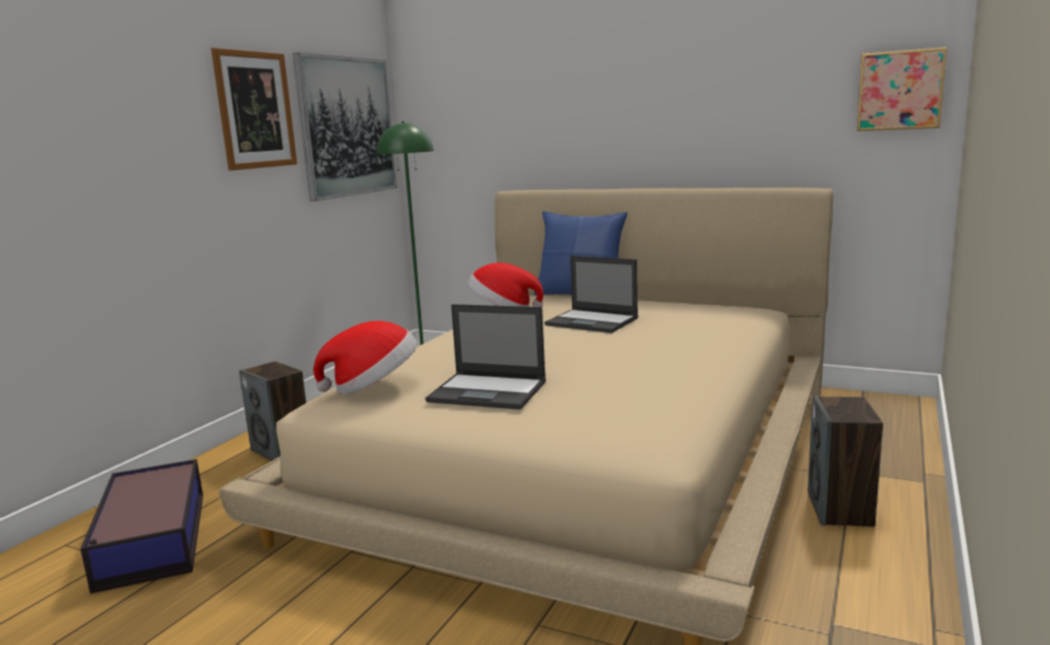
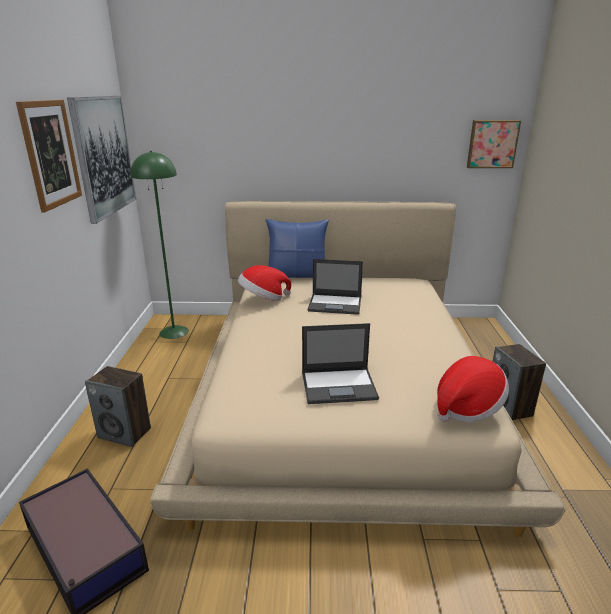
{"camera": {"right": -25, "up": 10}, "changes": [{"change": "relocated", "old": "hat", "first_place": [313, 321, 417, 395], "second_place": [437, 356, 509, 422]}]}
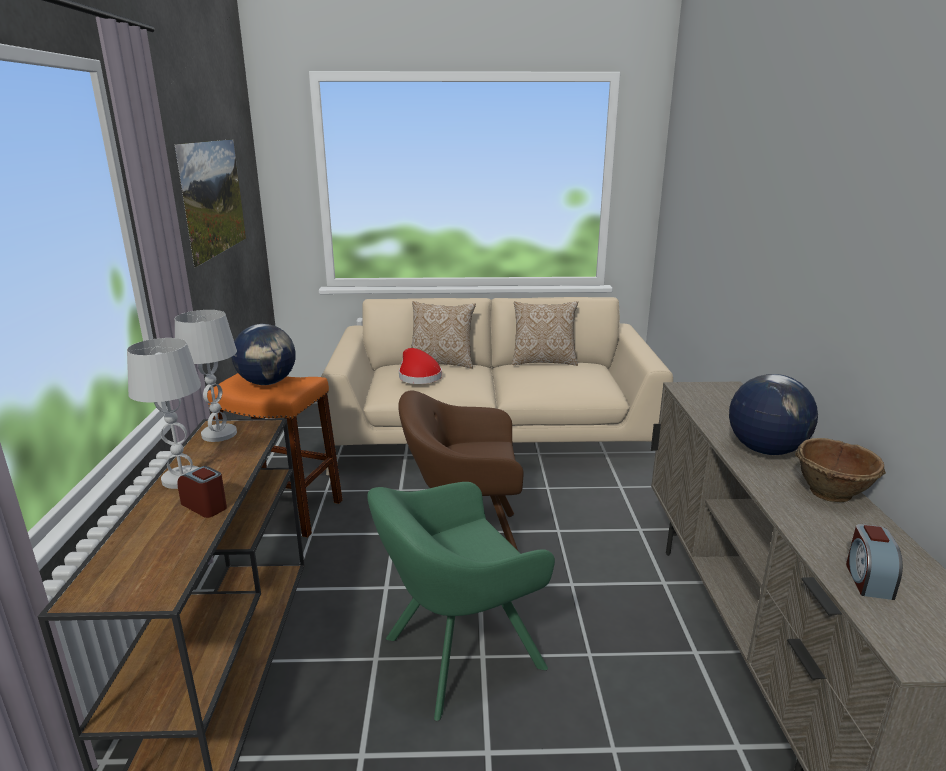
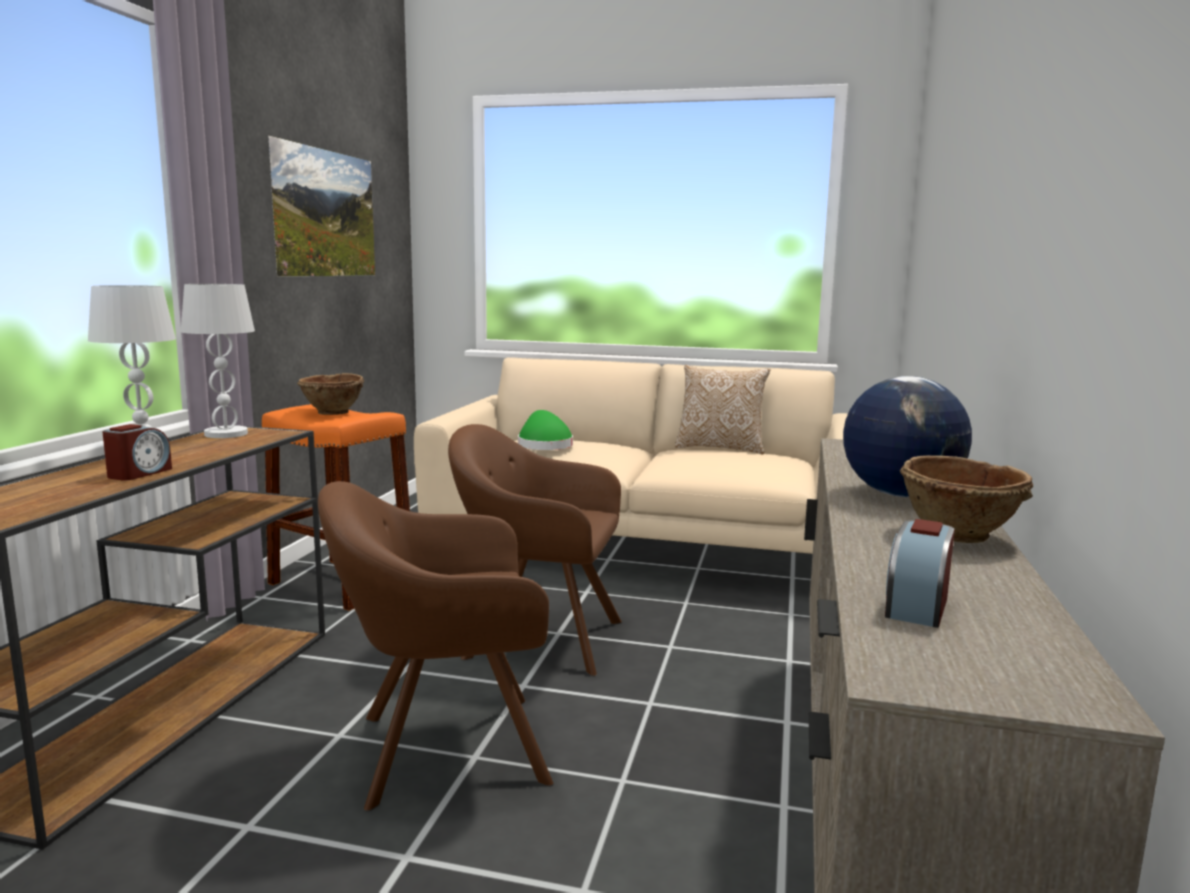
{"camera": {"right": 15, "up": -10}, "changes": [{"change": "missing", "old": "cushion", "first_place": [411, 301, 476, 369]}, {"change": "exchanged", "old": "desk globe", "new": "brown deep dish", "first_place": [232, 324, 296, 385], "second_place": [297, 373, 364, 415]}, {"change": "colour", "old": "green-coloured lounge chair", "new": "brown lounge chair", "first_place": [367, 482, 555, 721], "second_place": [318, 481, 554, 812]}, {"change": "colour", "old": "red hat", "new": "green-coloured hat", "first_place": [399, 348, 442, 384], "second_place": [518, 410, 573, 450]}, {"change": "spun", "old": "bedside clock", "first_place": [177, 466, 227, 518], "second_place": [103, 424, 172, 481], "degrees": 60}]}
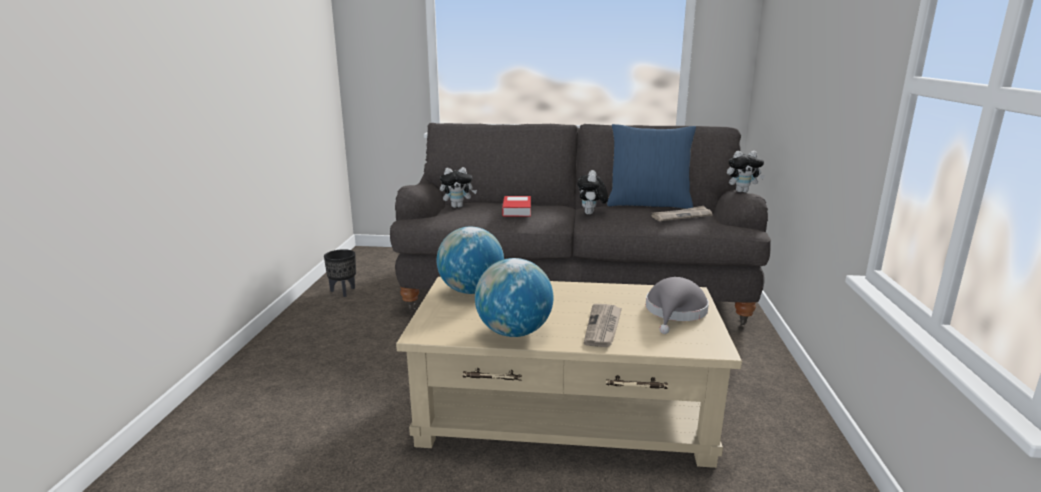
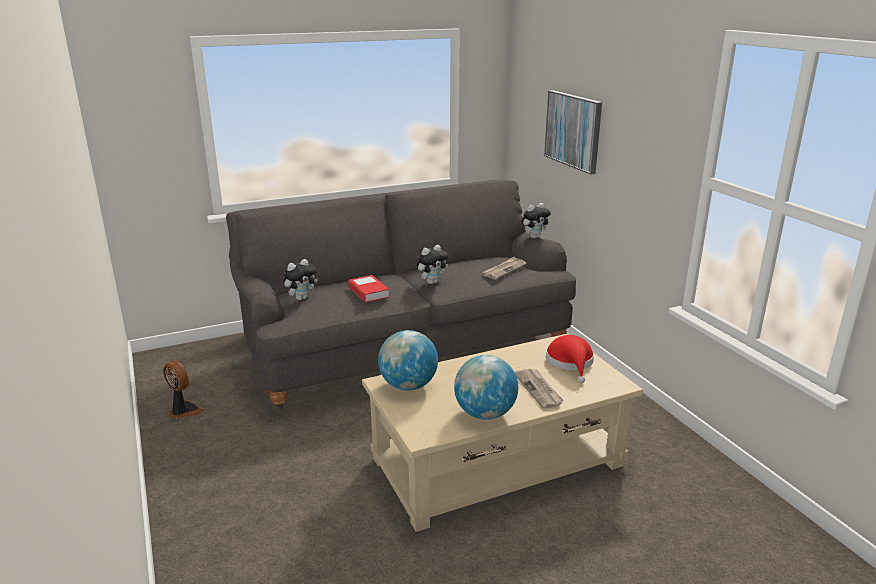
{"camera": {"right": -30, "up": 5}, "changes": [{"change": "missing", "old": "bluish cushion", "first_place": [607, 124, 696, 209]}, {"change": "appeared", "new": "wall picture", "second_place": [544, 90, 602, 175]}, {"change": "exchanged", "old": "black plant pot", "new": "electric fan", "first_place": [324, 249, 356, 297], "second_place": [163, 360, 204, 419]}, {"change": "colour", "old": "greyish hat", "new": "red hat", "first_place": [646, 277, 709, 334], "second_place": [546, 335, 594, 383]}, {"change": "spun", "old": "soft toy", "first_place": [577, 170, 608, 215], "second_place": [417, 245, 448, 284], "degrees": -105}]}
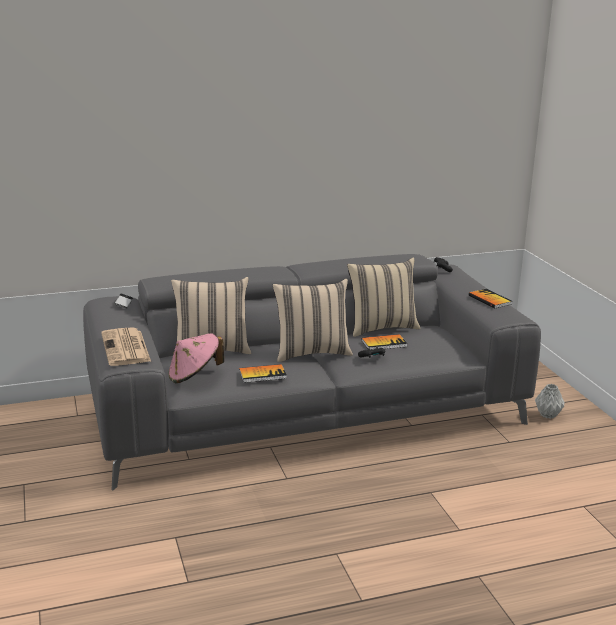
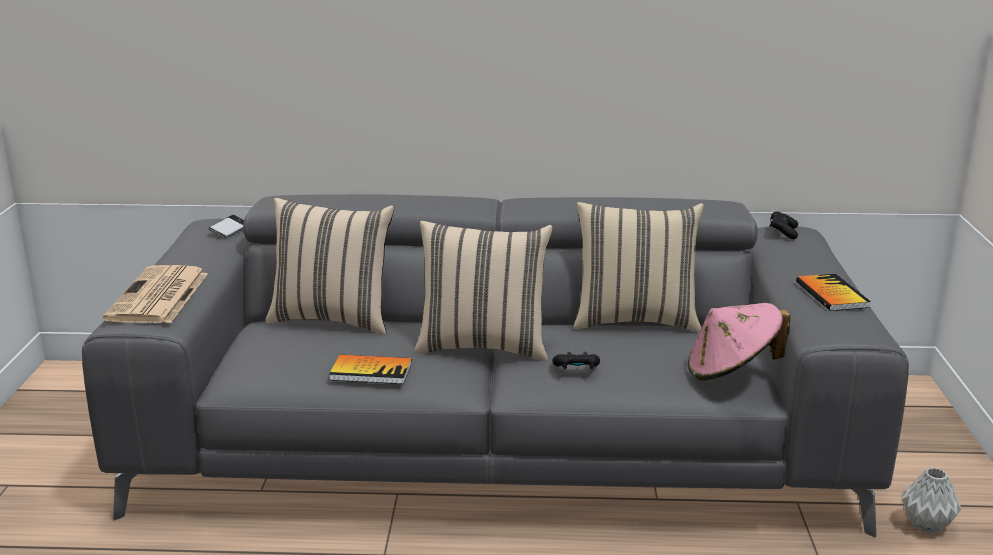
{"camera": {"right": 20, "up": 0}, "changes": [{"change": "missing", "old": "bound book", "first_place": [362, 334, 408, 350]}, {"change": "relocated", "old": "pink-coloured hat", "first_place": [169, 333, 224, 383], "second_place": [688, 303, 790, 380]}]}
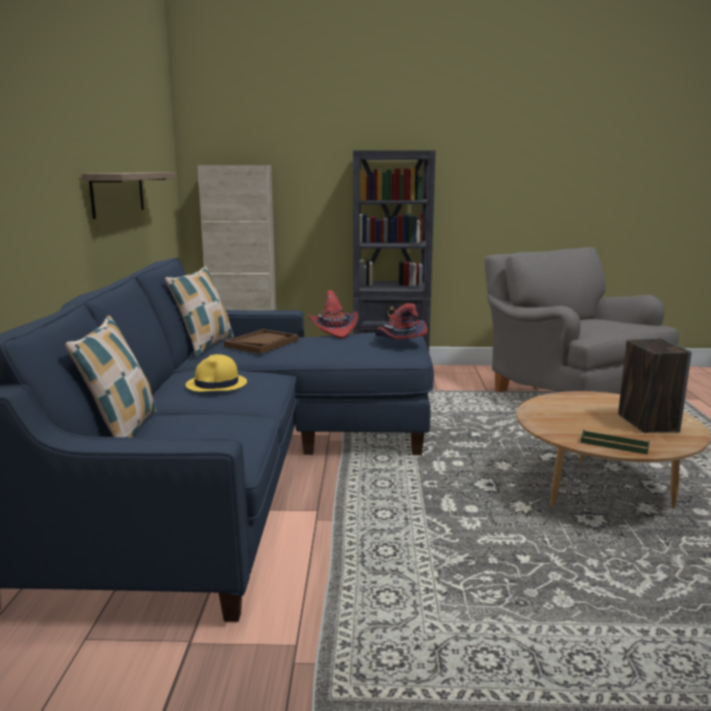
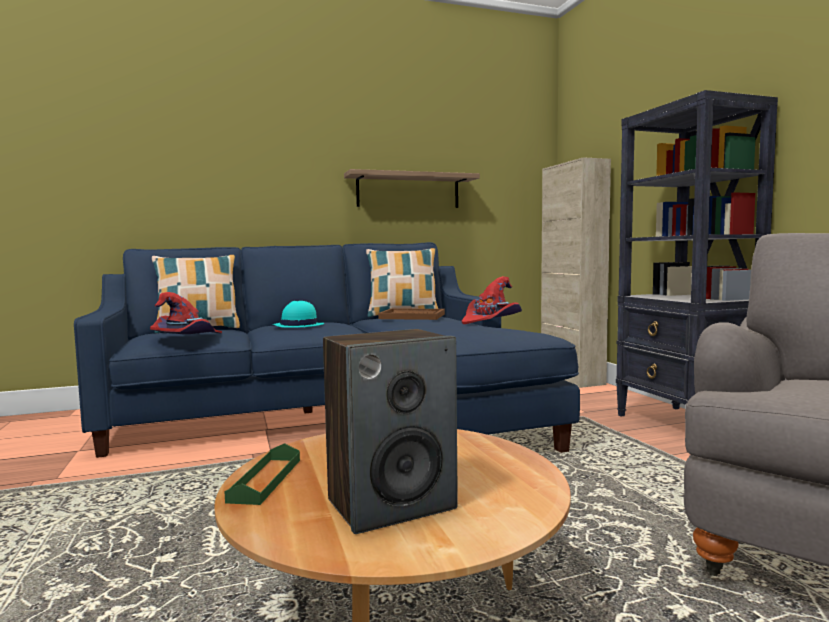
{"camera": {"right": 70, "up": -10}, "changes": [{"change": "relocated", "old": "red hat", "first_place": [375, 303, 428, 340], "second_place": [150, 292, 222, 334]}, {"change": "colour", "old": "yellowish hat", "new": "turquoise-coloured hat", "first_place": [186, 354, 247, 392], "second_place": [273, 301, 324, 328]}]}
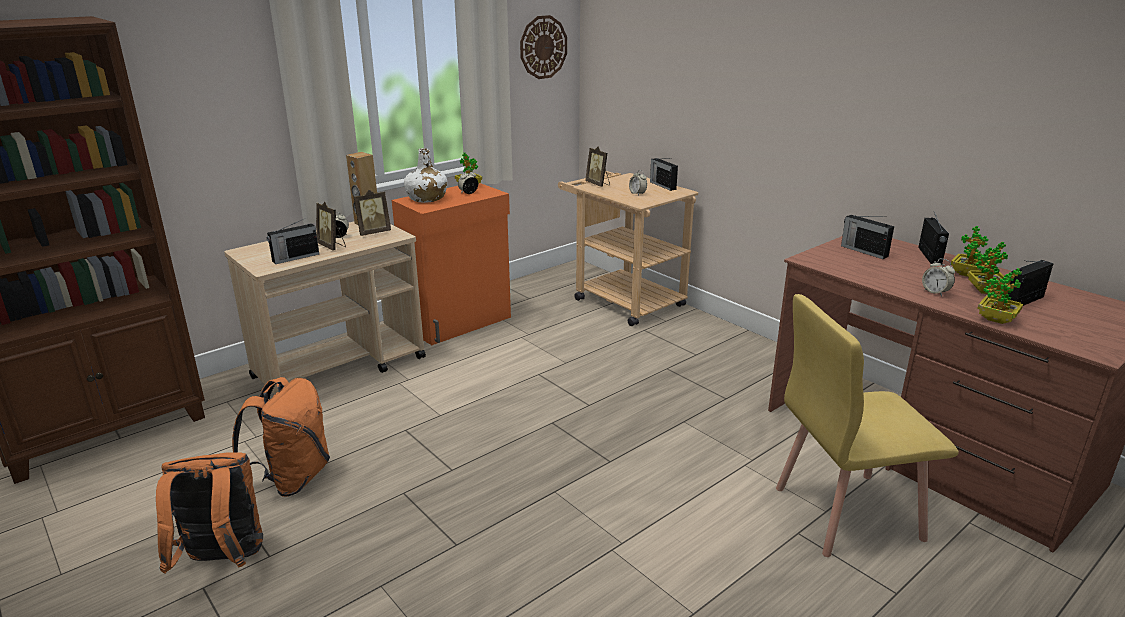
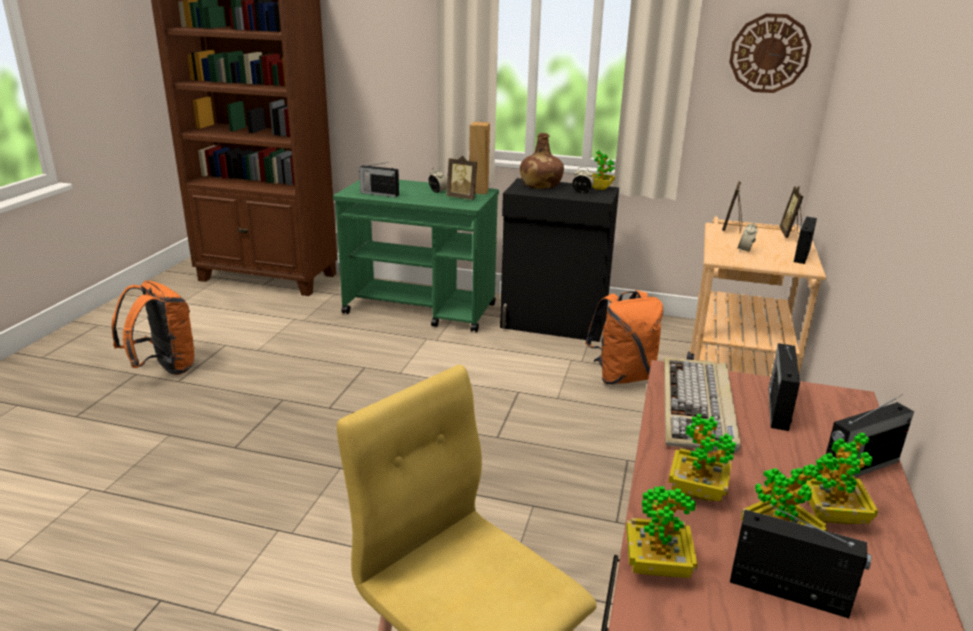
{"camera": {"right": 55, "up": 0}, "changes": [{"change": "appeared", "new": "keyboard", "second_place": [664, 358, 740, 453]}, {"change": "relocated", "old": "orange backpack", "first_place": [232, 377, 330, 497], "second_place": [585, 290, 663, 385]}, {"change": "relocated", "old": "picture frame", "first_place": [316, 202, 346, 251], "second_place": [779, 186, 804, 238]}, {"change": "exchanged", "old": "bedside clock", "new": "plant in a pot", "first_place": [922, 259, 955, 296], "second_place": [668, 414, 736, 501]}, {"change": "colour", "old": "beige-coloured cart", "new": "green-coloured cart", "first_place": [224, 222, 426, 395], "second_place": [333, 180, 499, 333]}, {"change": "colour", "old": "orange storage cabinet", "new": "black storage cabinet", "first_place": [392, 183, 511, 345], "second_place": [500, 178, 619, 342]}, {"change": "colour", "old": "whitish bottle", "new": "brown bottle", "first_place": [404, 148, 447, 203], "second_place": [520, 133, 564, 189]}]}
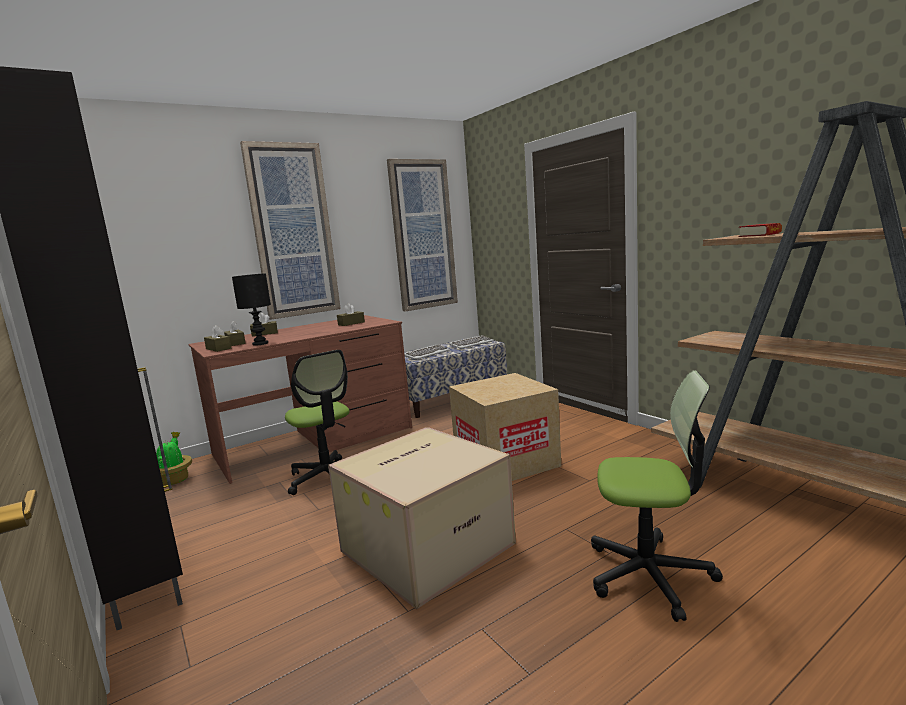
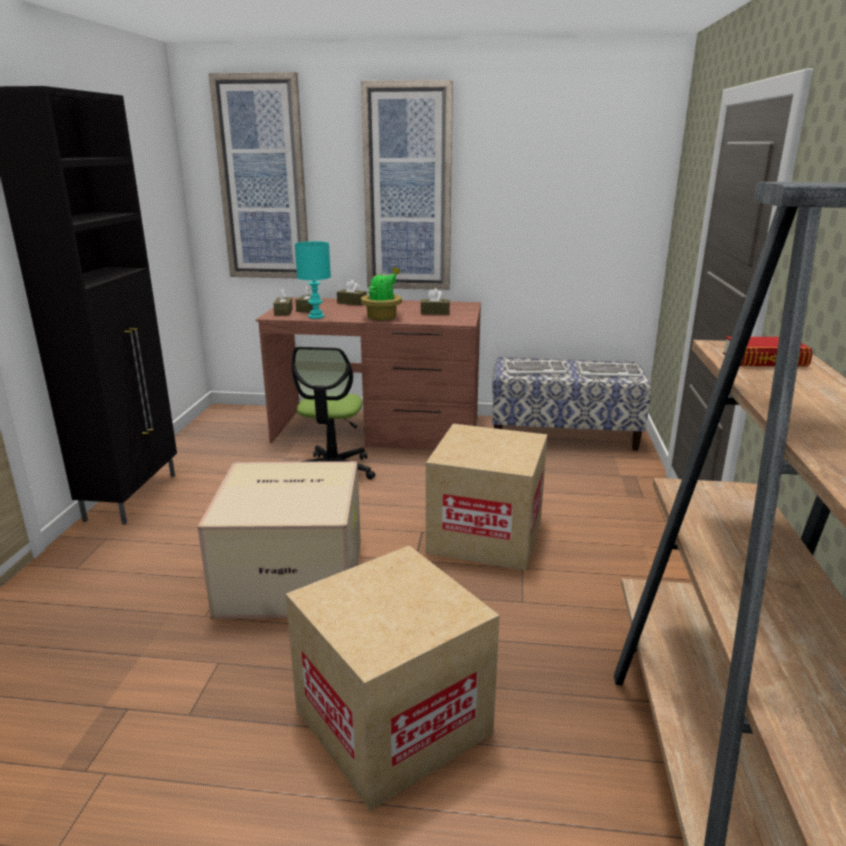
{"camera": {"right": 40, "up": 10}, "changes": [{"change": "relocated", "old": "plant in a pot", "first_place": [156, 432, 192, 486], "second_place": [361, 267, 402, 320]}, {"change": "relocated", "old": "wall picture", "first_place": [387, 159, 458, 311], "second_place": [208, 72, 308, 278]}, {"change": "exchanged", "old": "desk chair", "new": "carton", "first_place": [591, 370, 723, 622], "second_place": [286, 546, 500, 811]}, {"change": "colour", "old": "black tabletop lamp", "new": "turquoise-coloured tabletop lamp", "first_place": [232, 274, 271, 346], "second_place": [295, 241, 331, 319]}]}
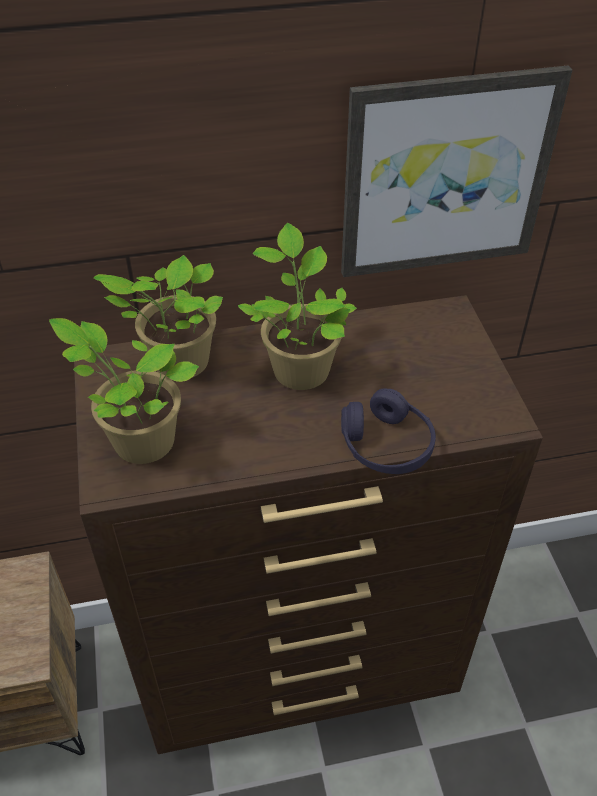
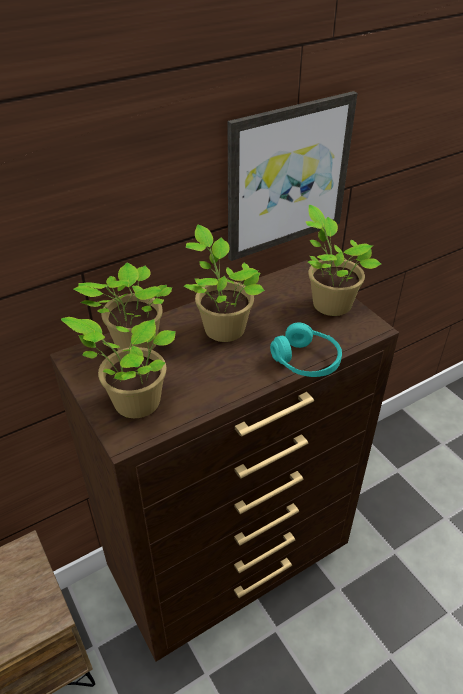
{"camera": {"right": -20, "up": -5}, "changes": [{"change": "appeared", "new": "plant in a pot", "second_place": [306, 205, 381, 316]}, {"change": "colour", "old": "purple headphones", "new": "turquoise-coloured headphones", "first_place": [341, 389, 436, 474], "second_place": [270, 323, 342, 377]}]}
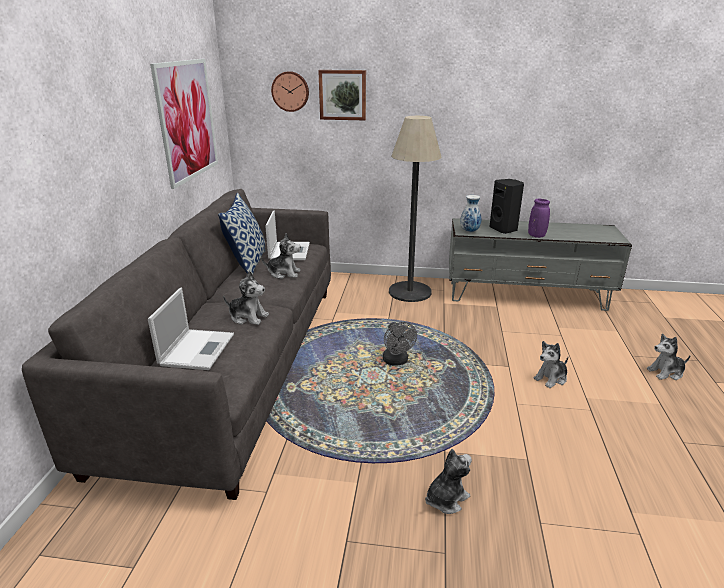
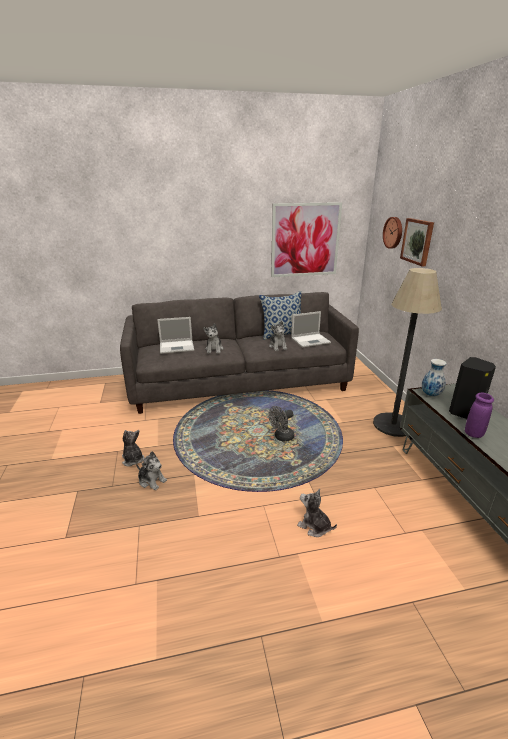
{"camera": {"right": 70, "up": 0}, "changes": [{"change": "relocated", "old": "soft toy", "first_place": [647, 334, 690, 380], "second_place": [122, 430, 145, 467]}]}
